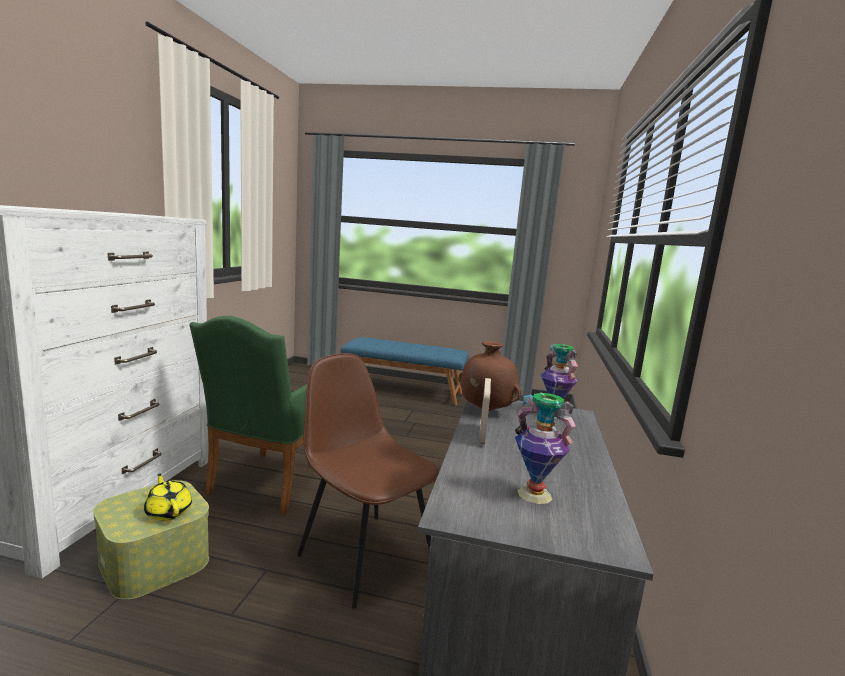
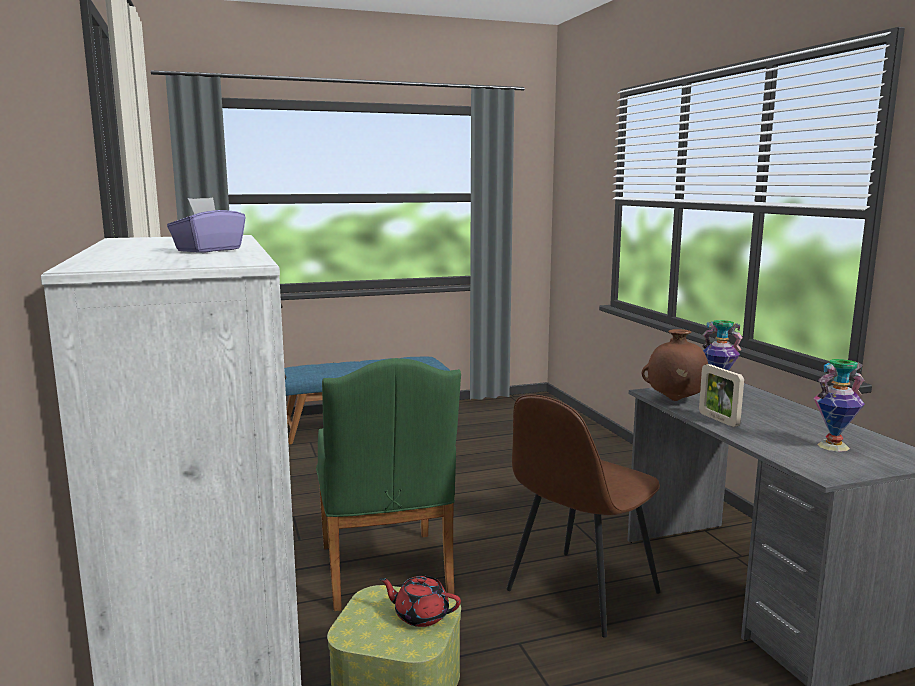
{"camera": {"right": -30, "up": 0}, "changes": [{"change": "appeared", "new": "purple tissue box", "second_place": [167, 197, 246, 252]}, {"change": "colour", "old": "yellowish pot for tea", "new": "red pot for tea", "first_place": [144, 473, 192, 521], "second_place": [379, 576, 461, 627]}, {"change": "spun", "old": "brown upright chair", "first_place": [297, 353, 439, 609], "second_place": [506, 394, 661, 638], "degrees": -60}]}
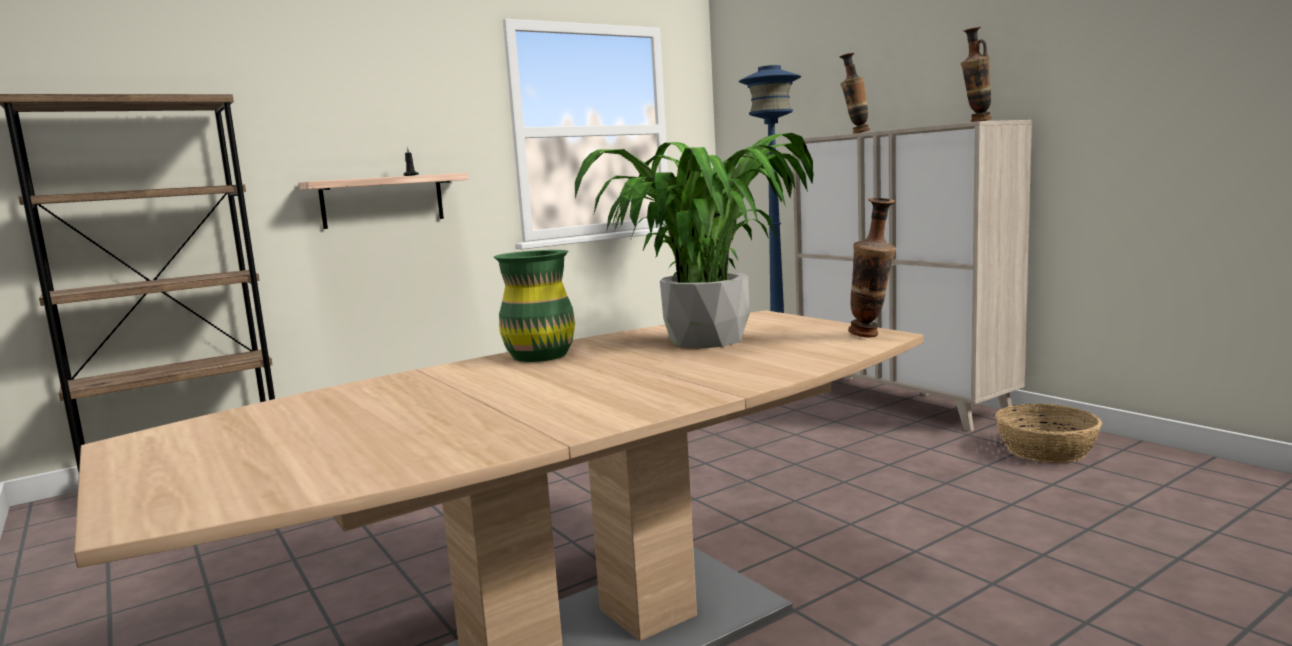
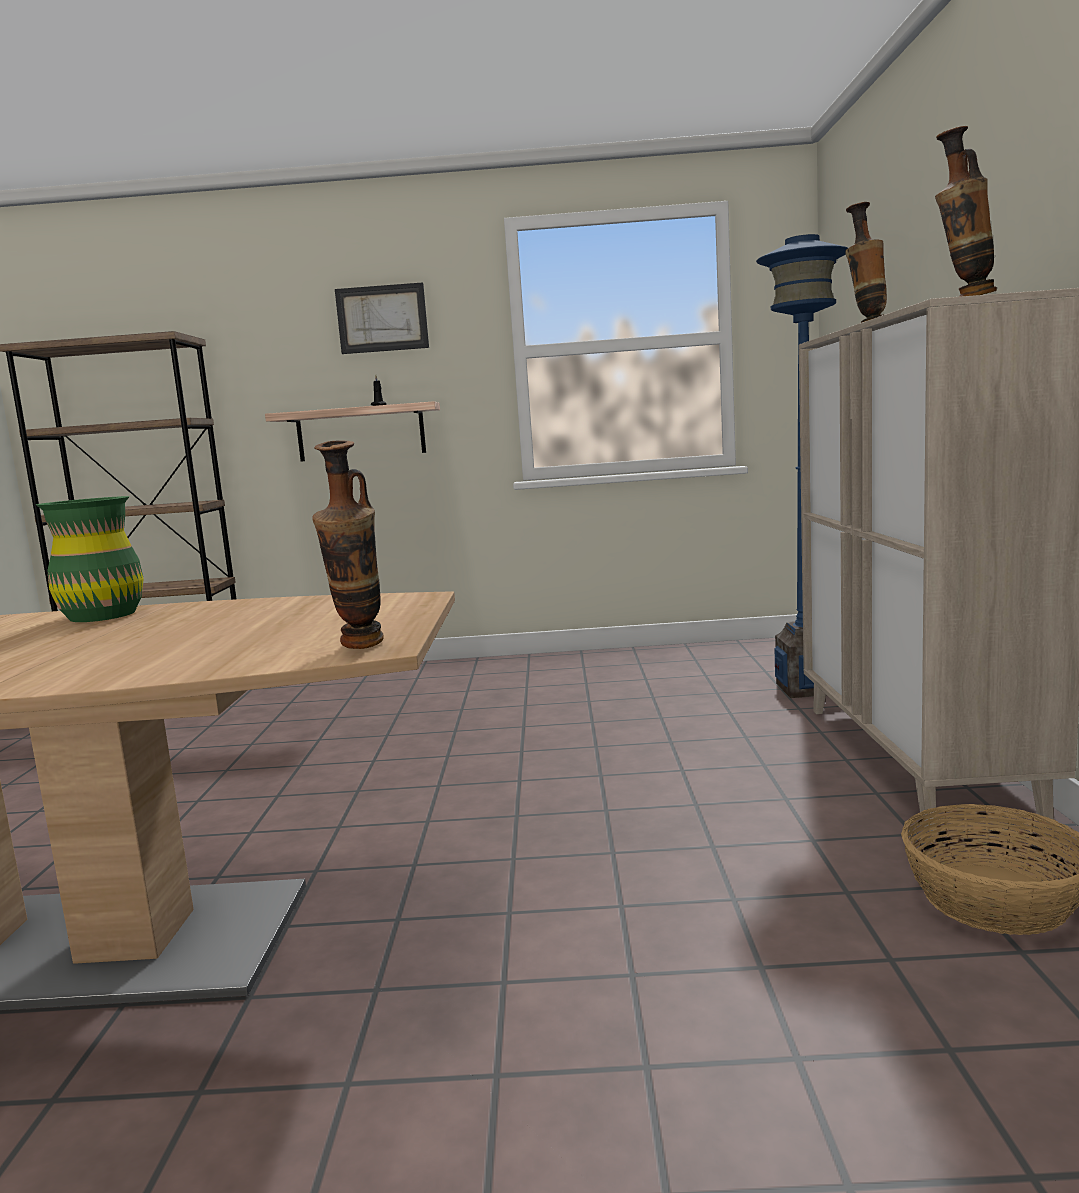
{"camera": {"right": 35, "up": 0}, "changes": [{"change": "missing", "old": "plant in a pot", "first_place": [575, 133, 814, 349]}, {"change": "appeared", "new": "wall picture", "second_place": [335, 282, 429, 354]}]}
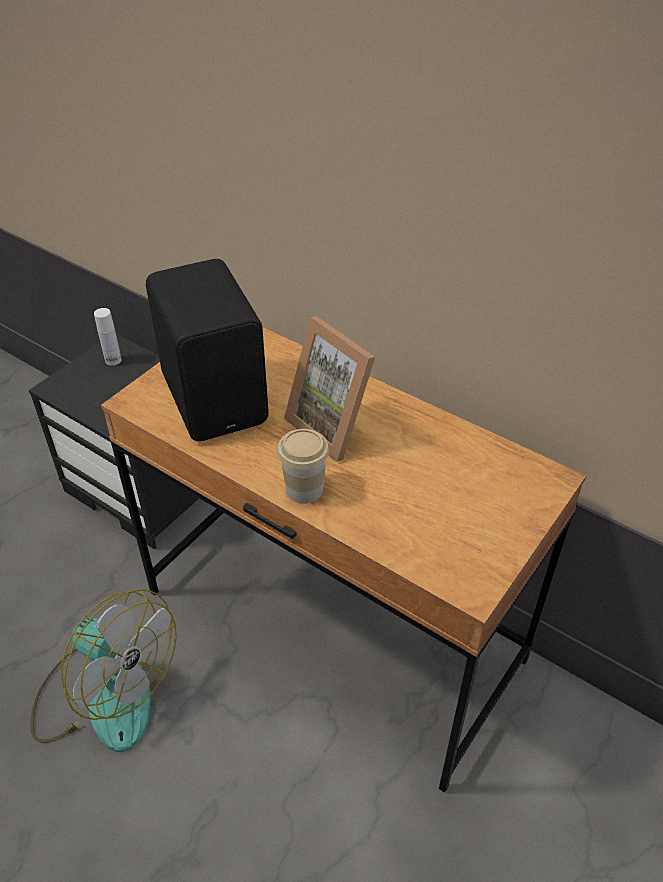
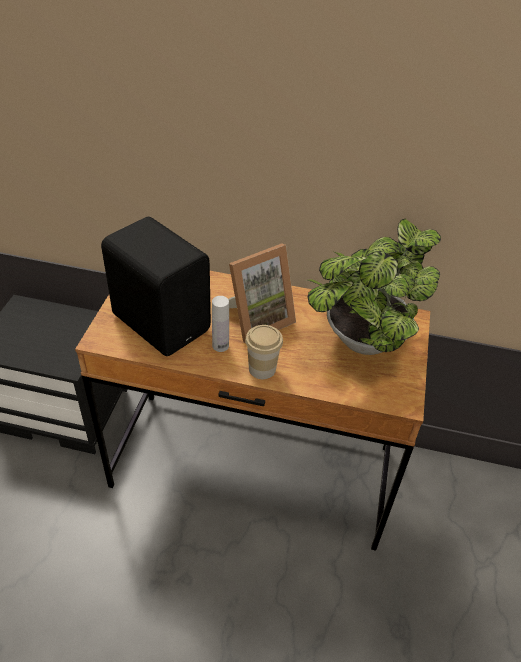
{"camera": {"right": -25, "up": 0}, "changes": [{"change": "missing", "old": "electric fan", "first_place": [30, 589, 177, 752]}, {"change": "appeared", "new": "plant in a pot", "second_place": [308, 219, 441, 355]}, {"change": "relocated", "old": "whitish bottle", "first_place": [94, 308, 122, 366], "second_place": [212, 296, 229, 352]}, {"change": "spun", "old": "picture frame", "first_place": [284, 316, 375, 462], "second_place": [228, 244, 296, 344], "degrees": -60}]}
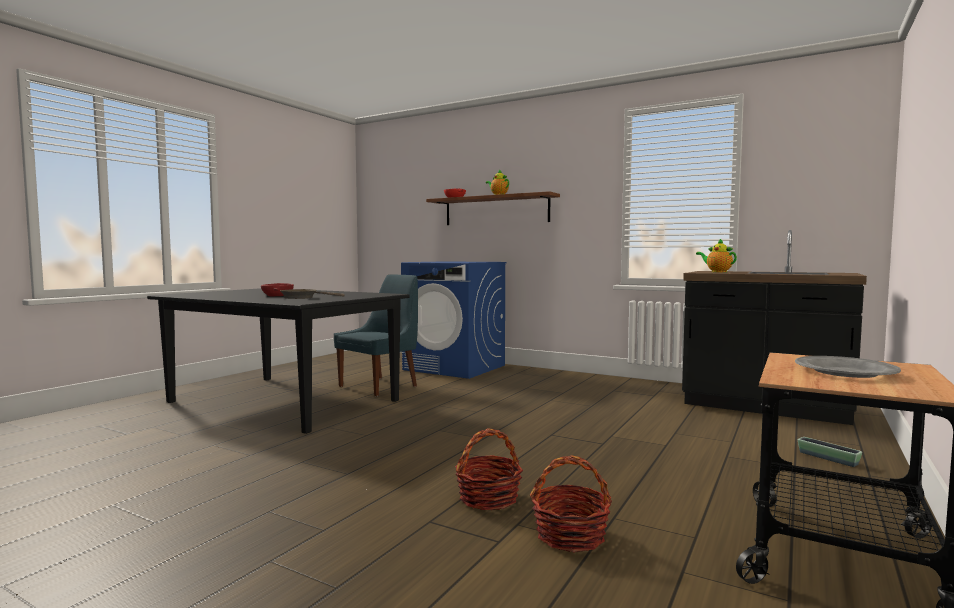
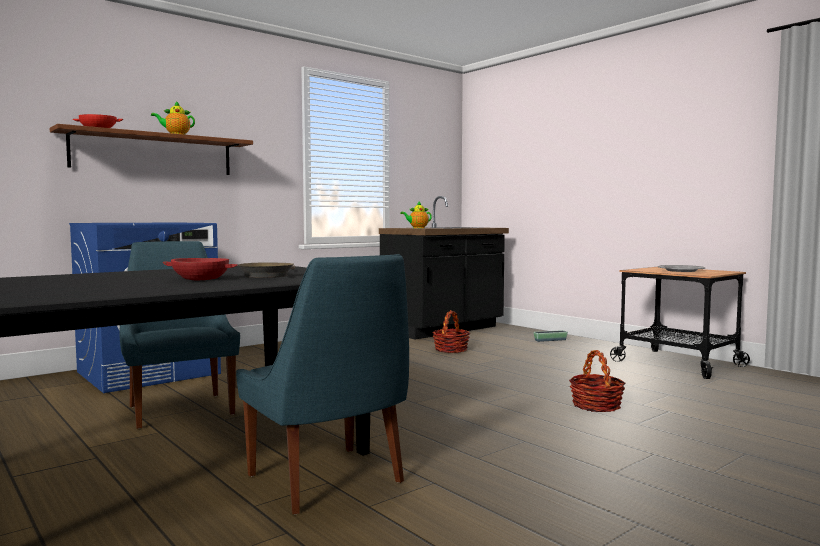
{"camera": {"right": -70, "up": 0}, "changes": [{"change": "appeared", "new": "bluish upright chair", "second_place": [236, 254, 409, 515]}, {"change": "relocated", "old": "storage basket", "first_place": [530, 455, 612, 553], "second_place": [432, 310, 470, 353]}]}
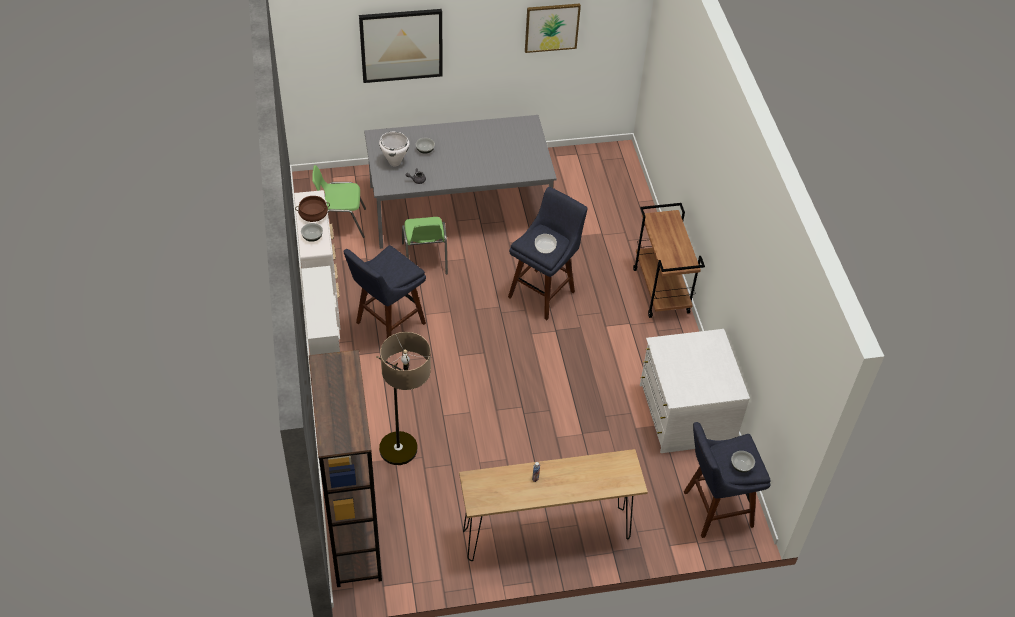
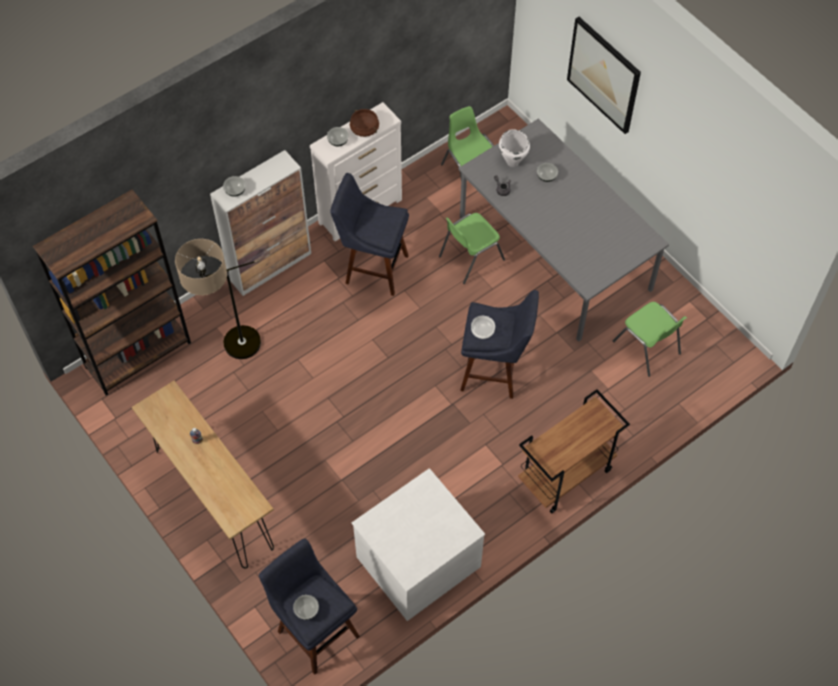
{"camera": {"right": 65, "up": 10}, "changes": [{"change": "missing", "old": "wall picture", "first_place": [525, 3, 581, 53]}, {"change": "appeared", "new": "deep dish", "second_place": [223, 176, 246, 197]}, {"change": "appeared", "new": "green-coloured upright chair", "second_place": [613, 302, 687, 377]}]}
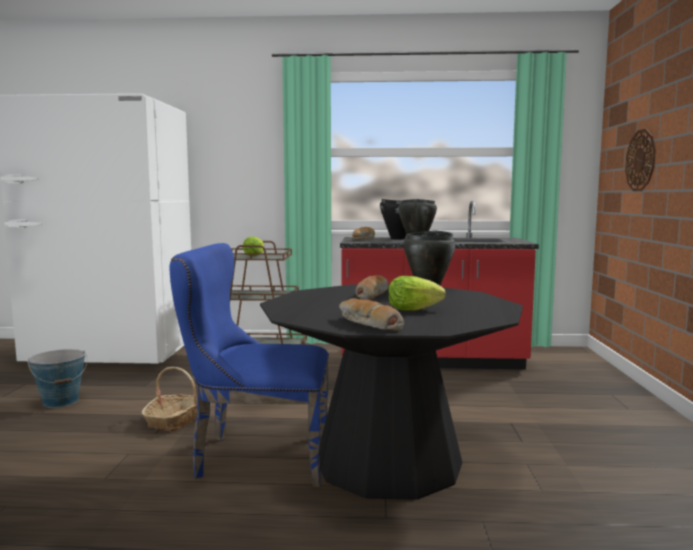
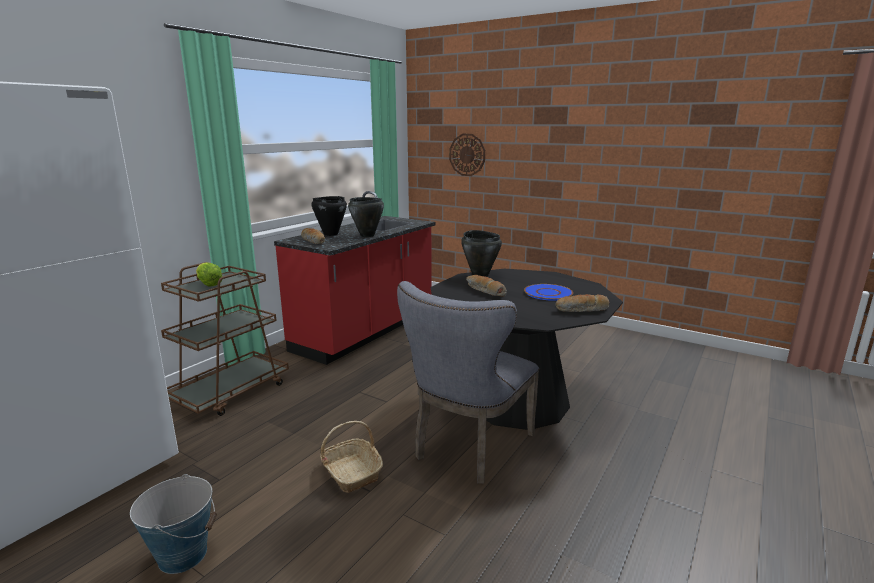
{"camera": {"right": -60, "up": 10}, "changes": [{"change": "exchanged", "old": "head of lettuce", "new": "bluish dinner plate", "first_place": [388, 276, 446, 311], "second_place": [524, 284, 573, 300]}, {"change": "colour", "old": "bluish upright chair", "new": "greyish upright chair", "first_place": [169, 243, 329, 487], "second_place": [397, 281, 539, 484]}]}
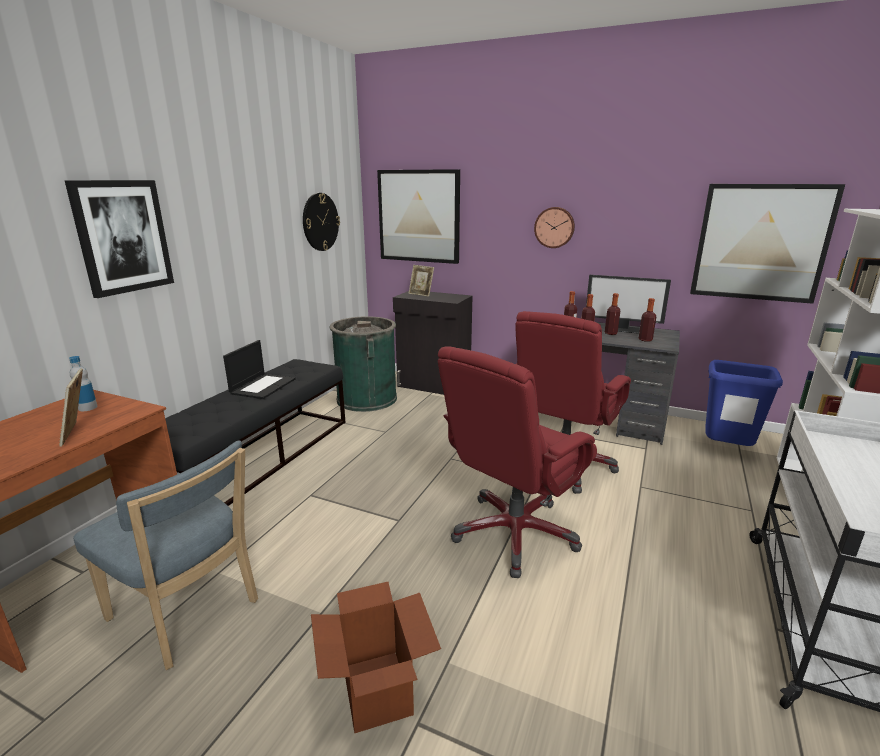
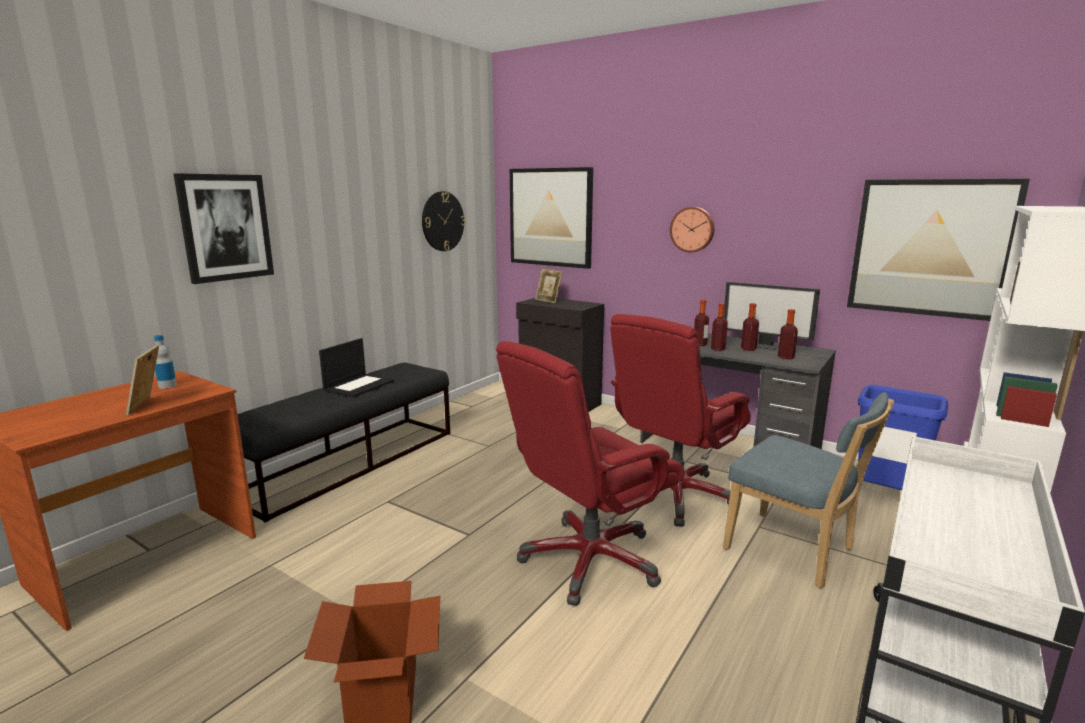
{"camera": {"right": 10, "up": -5}, "changes": [{"change": "missing", "old": "green-coloured trash can", "first_place": [329, 316, 397, 412]}, {"change": "relocated", "old": "bluish upright chair", "first_place": [73, 440, 258, 670], "second_place": [723, 392, 894, 589]}]}
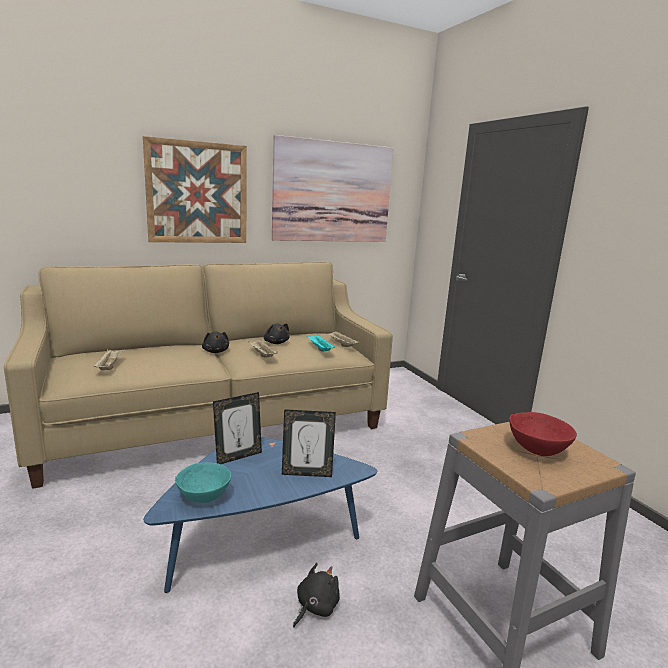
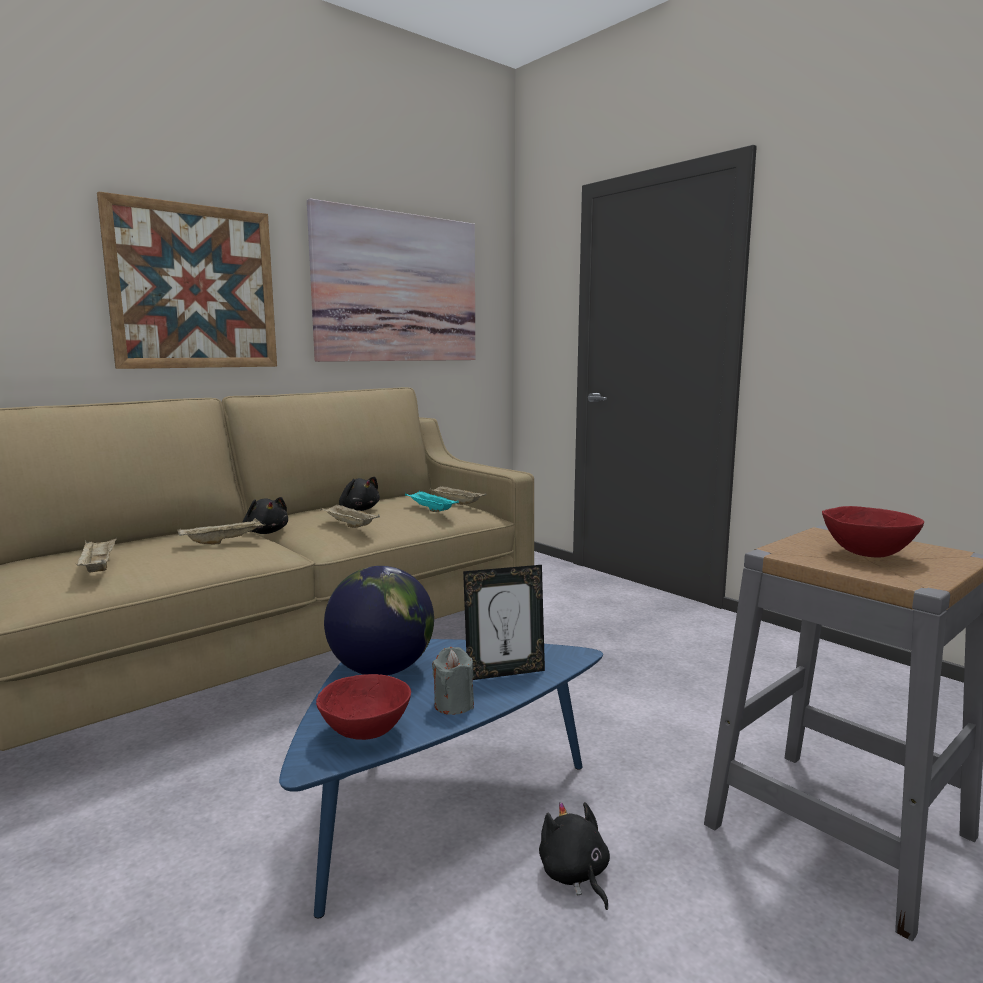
{"camera": {"right": -15, "up": -5}, "changes": [{"change": "appeared", "new": "beige-coloured carrying tray", "second_place": [177, 518, 266, 544]}, {"change": "appeared", "new": "greyish wax candle", "second_place": [432, 647, 474, 715]}, {"change": "exchanged", "old": "picture frame", "new": "desk globe", "first_place": [213, 392, 262, 464], "second_place": [324, 566, 434, 676]}, {"change": "colour", "old": "turquoise-coloured deep dish", "new": "red deep dish", "first_place": [175, 462, 231, 503], "second_place": [316, 674, 411, 740]}, {"change": "spun", "old": "black soft toy", "first_place": [293, 563, 340, 628], "second_place": [539, 802, 610, 910], "degrees": -45}]}
